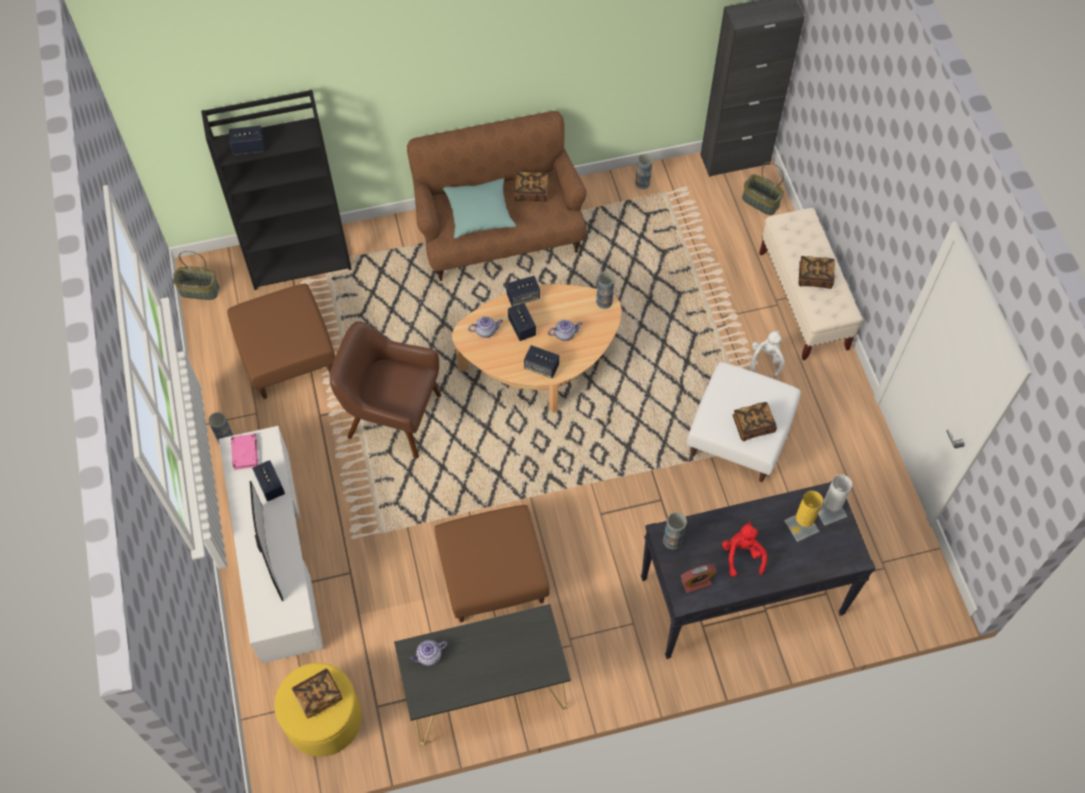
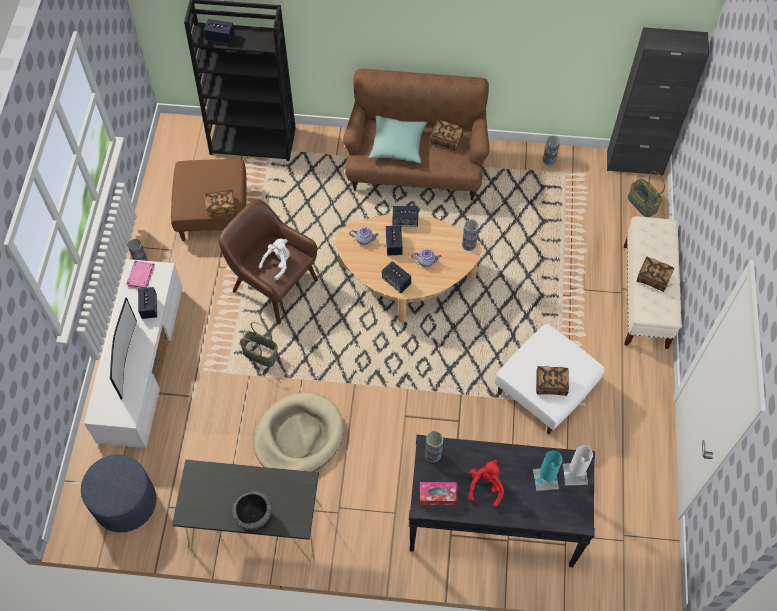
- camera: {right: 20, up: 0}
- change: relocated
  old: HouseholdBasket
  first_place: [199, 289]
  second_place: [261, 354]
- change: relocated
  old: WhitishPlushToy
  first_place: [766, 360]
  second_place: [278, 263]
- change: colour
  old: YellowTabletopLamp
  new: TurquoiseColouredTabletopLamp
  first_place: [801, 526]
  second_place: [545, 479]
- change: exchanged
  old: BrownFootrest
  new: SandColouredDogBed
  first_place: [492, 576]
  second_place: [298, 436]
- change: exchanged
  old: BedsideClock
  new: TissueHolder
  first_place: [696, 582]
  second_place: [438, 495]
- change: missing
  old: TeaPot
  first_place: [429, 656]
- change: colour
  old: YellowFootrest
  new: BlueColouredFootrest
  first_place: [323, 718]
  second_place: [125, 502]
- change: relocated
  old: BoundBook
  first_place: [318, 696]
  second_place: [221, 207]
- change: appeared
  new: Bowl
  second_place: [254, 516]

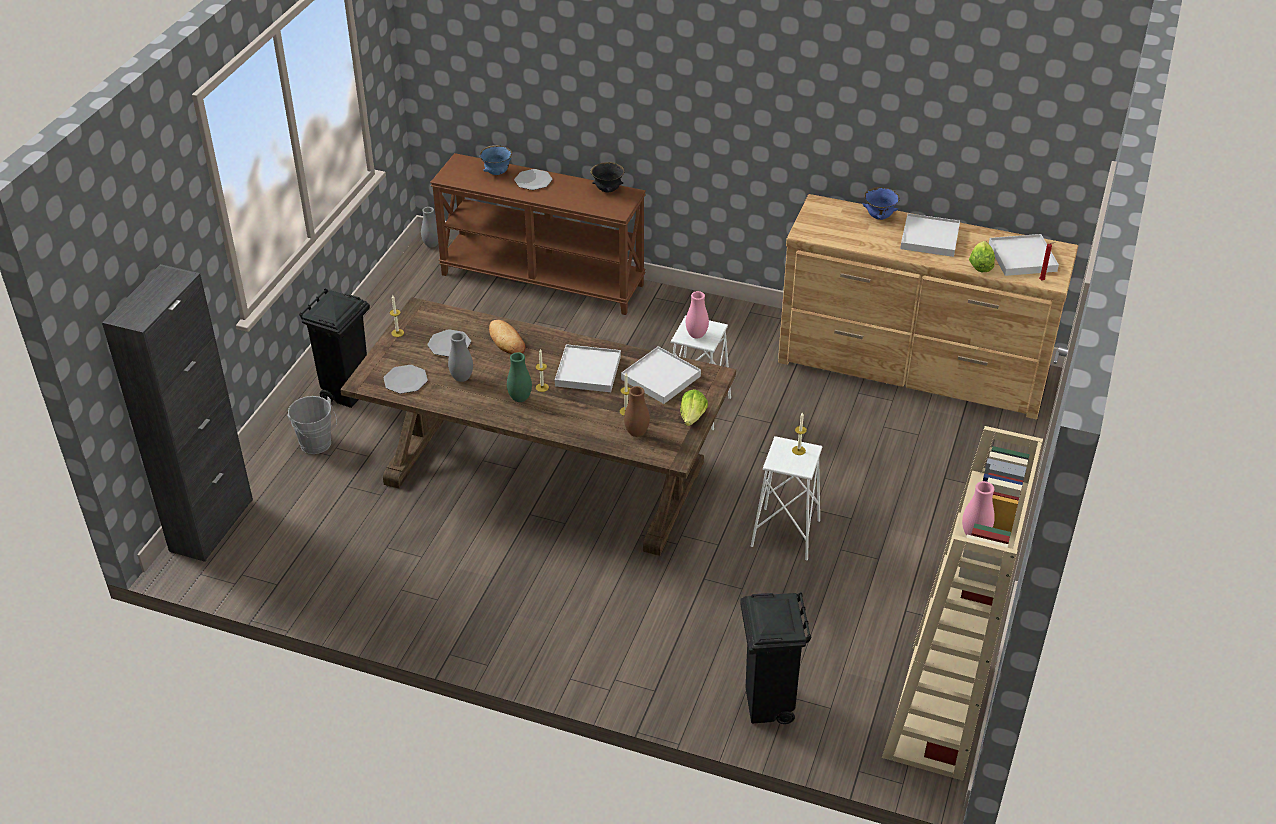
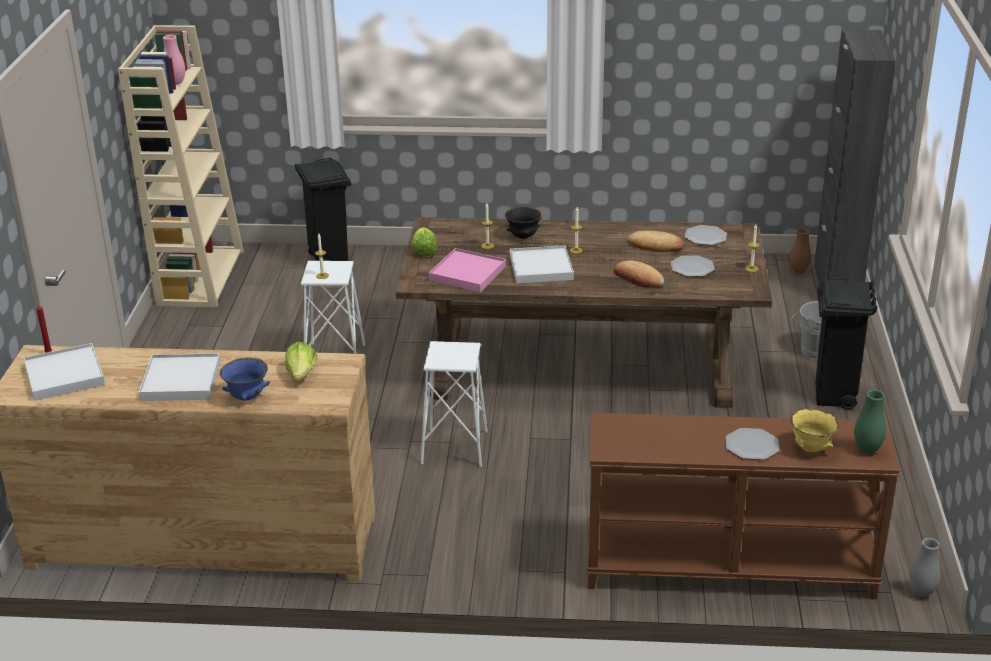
- camera: {right: 165, up: -10}
- change: colour
  old: BlueColouredBowl
  new: YellowBowl
  first_place: [497, 173]
  second_place: [811, 448]
- change: relocated
  old: BlackColouredBowl
  first_place: [608, 190]
  second_place: [523, 237]
- change: relocated
  old: LettuceHead
  first_place: [980, 265]
  second_place: [301, 374]
- change: missing
  old: PinkishFlowerVase
  first_place: [696, 335]
- change: exchanged
  old: GreyFlowerVase
  new: Bread
  first_place: [462, 378]
  second_place: [656, 245]
- change: colour
  old: WhitishCarryingTray
  new: PinkishCarryingTray
  first_place: [660, 378]
  second_place: [467, 273]
- change: relocated
  old: GreenFlowerVase
  first_place: [520, 398]
  second_place: [867, 449]
- change: relocated
  old: BrownFlowerVase
  first_place: [636, 433]
  second_place: [798, 271]

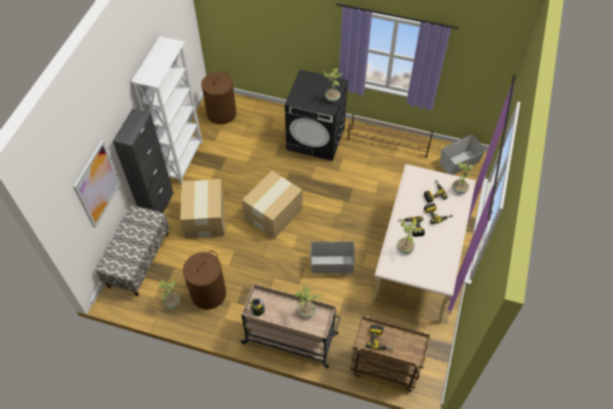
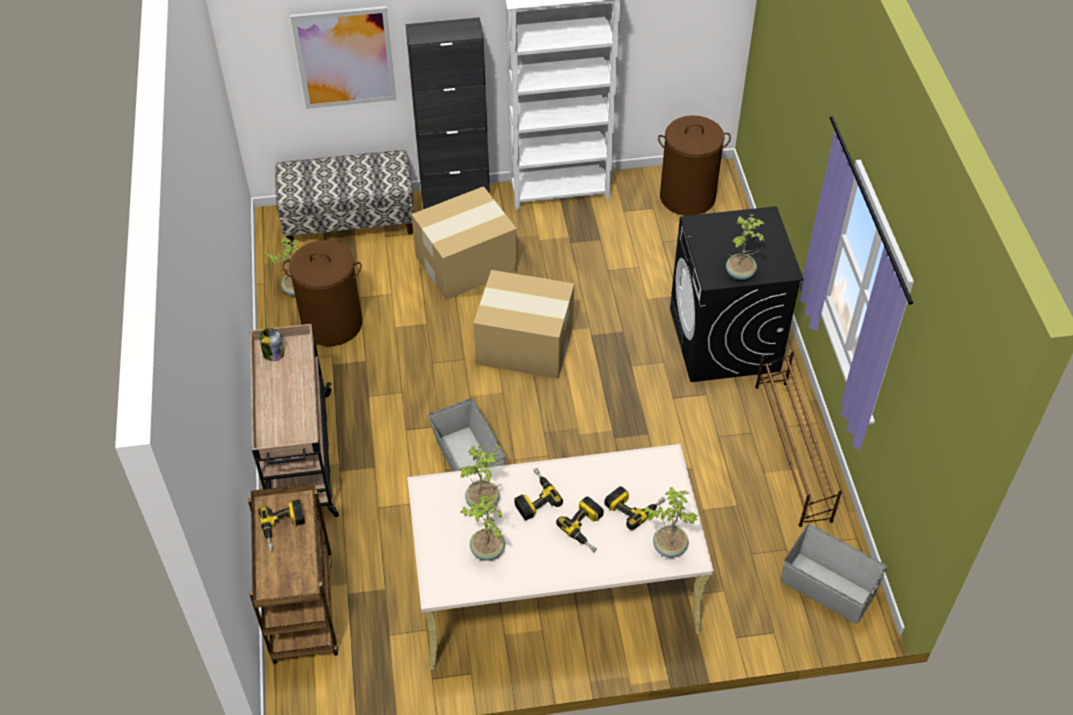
- camera: {right: 65, up: -5}
- change: relocated
  old: PlantInAPot
  first_place: [306, 312]
  second_place: [487, 551]

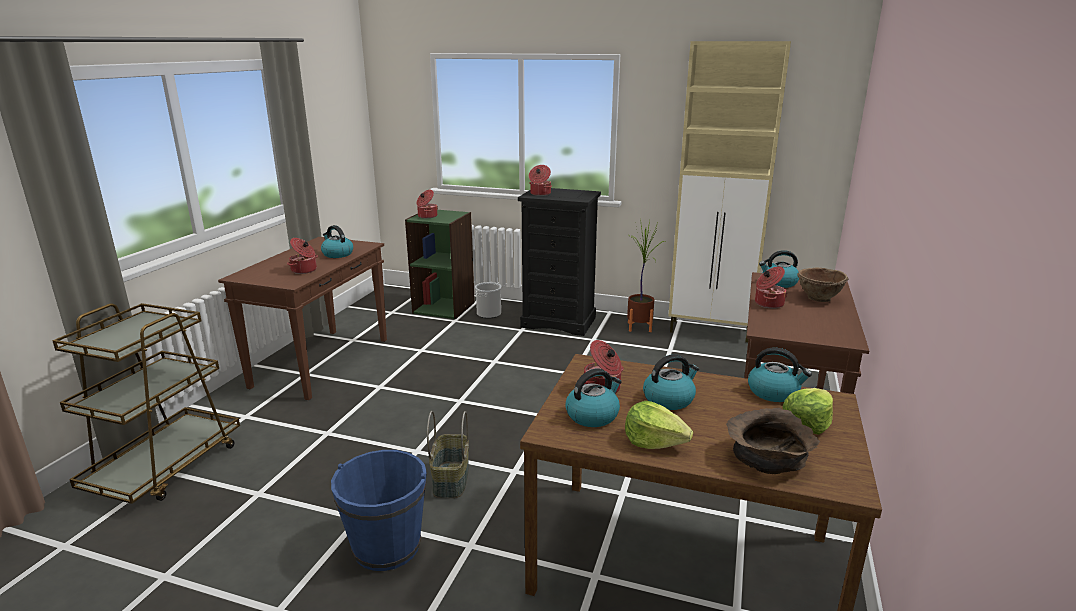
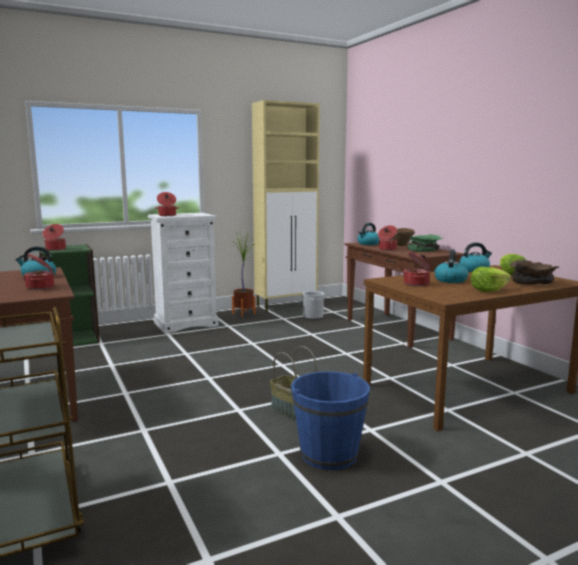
- camera: {right: -45, up: -10}
- change: colour
  old: BlackColouredDresser
  new: WhitishDresser
  first_place: [559, 322]
  second_place: [186, 324]
- change: relocated
  old: Pail
  first_place: [489, 314]
  second_place: [313, 316]
- change: missing
  old: Kettle
  first_place: [593, 415]
- change: appeared
  new: GreenBowl
  second_place: [424, 250]

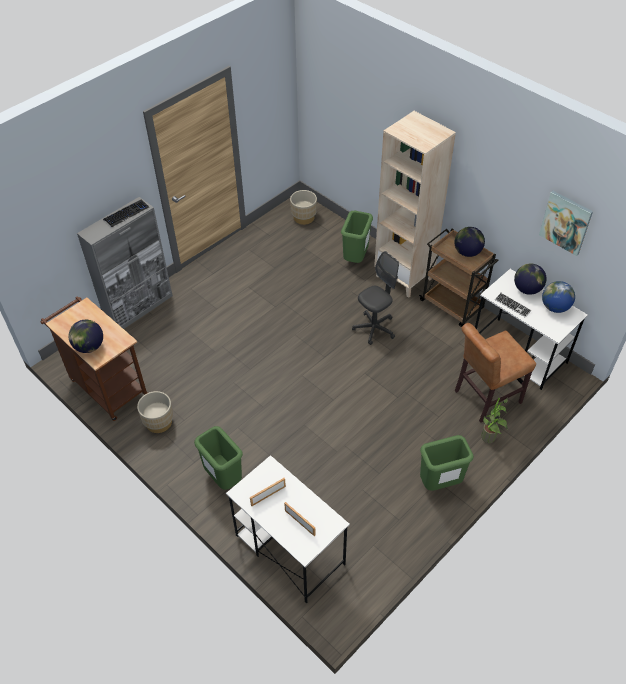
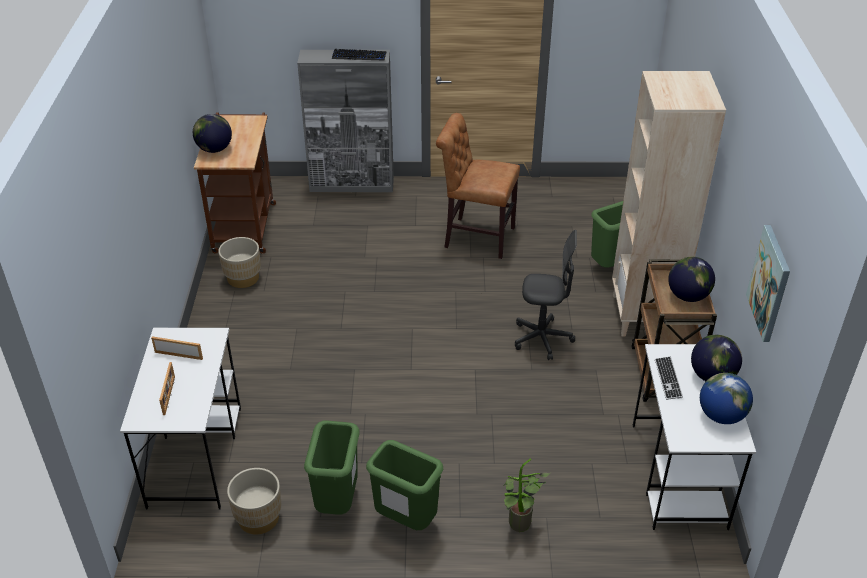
- camera: {right: 45, up: -10}
- change: relocated
  old: SandColouredPlanter
  first_place: [304, 217]
  second_place: [259, 518]
- change: relocated
  old: BrownPlainChair
  first_place: [484, 398]
  second_place: [475, 237]
- change: relocated
  old: GreenRubbishBin
  first_place: [223, 478]
  second_place: [336, 502]

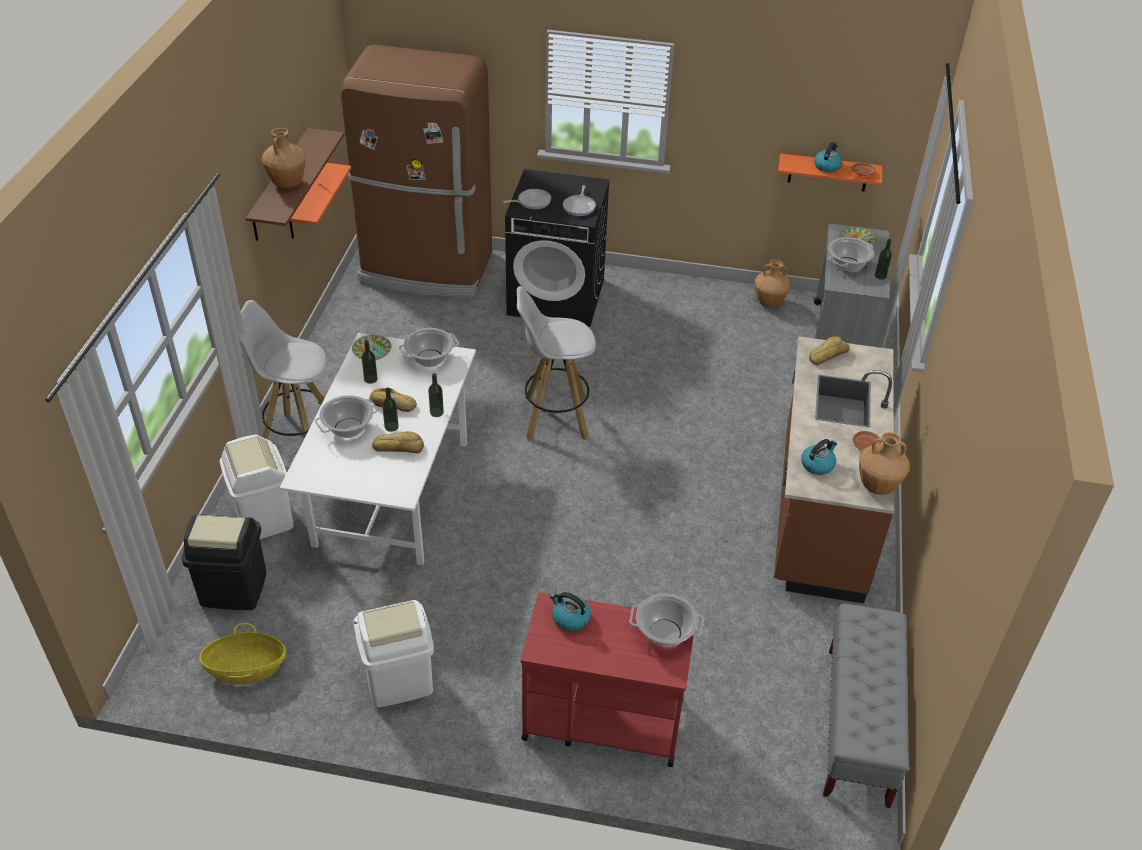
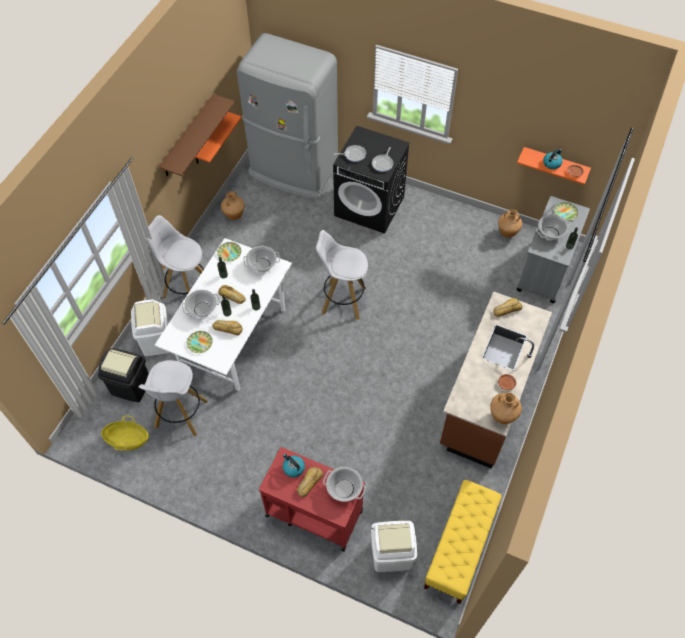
- camera: {right: 15, up: 15}
- change: colour
  old: BrownFridge
  new: GreyFridge
  first_place: [426, 268]
  second_place: [293, 170]
- change: relocated
  old: BrownFlowerVase
  first_place: [287, 184]
  second_place: [234, 215]
- change: missing
  old: Kettle
  first_place: [817, 464]
- change: relocated
  old: WhitishRubbishBin
  first_place: [399, 680]
  second_place: [391, 555]
- change: colour
  old: GreyLongSeat
  new: YellowLongSeat
  first_place: [857, 726]
  second_place: [459, 548]
- change: appeared
  new: FlatDish
  second_place: [199, 343]
- change: appeared
  new: WhitishSittingStool
  second_place: [181, 415]
- change: appeared
  new: Bread
  second_place: [309, 482]

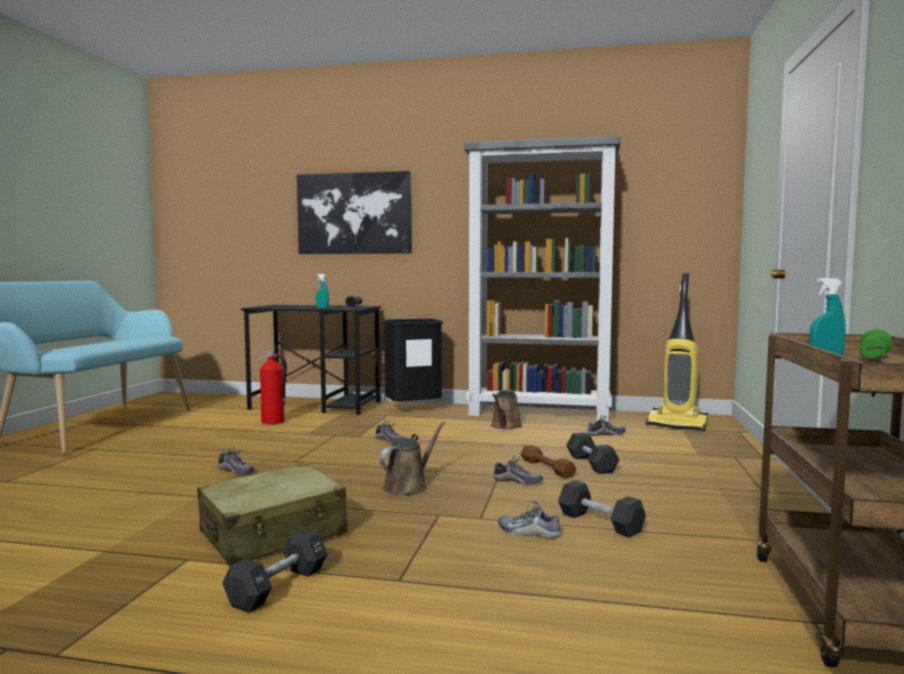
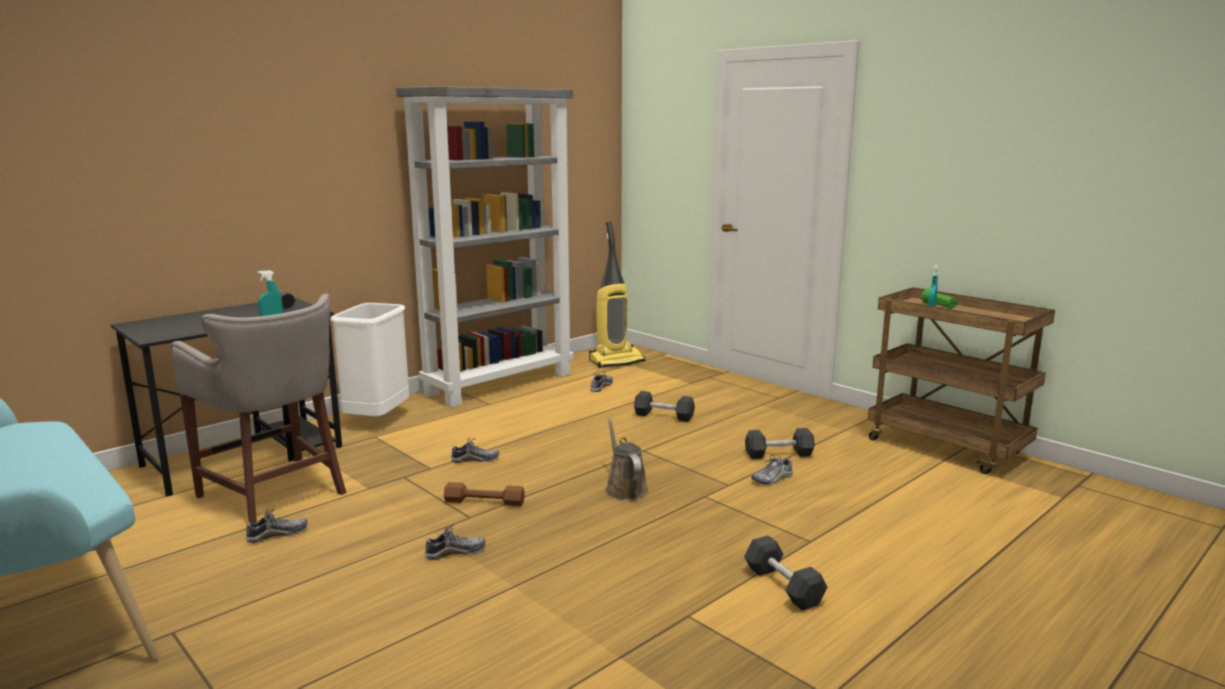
- camera: {right: -55, up: 10}
- change: missing
  old: WallPicture
  first_place: [354, 213]
- change: colour
  old: BlackColouredRubbishBin
  new: WhitishRubbishBin
  first_place: [413, 410]
  second_place: [378, 420]
- change: exchanged
  old: FireExtinguisher
  new: GreySittingStool
  first_place: [273, 422]
  second_place: [276, 495]
- change: missing
  old: BrownSprinklingCan
  first_place: [505, 426]
- change: relocated
  old: BrownFreeWeight
  first_place: [547, 468]
  second_place: [484, 501]
- change: relocated
  old: Shoe
  first_place: [517, 481]
  second_place: [277, 534]
- change: missing
  old: SandColouredPieceOfLuggage
  first_place: [273, 534]

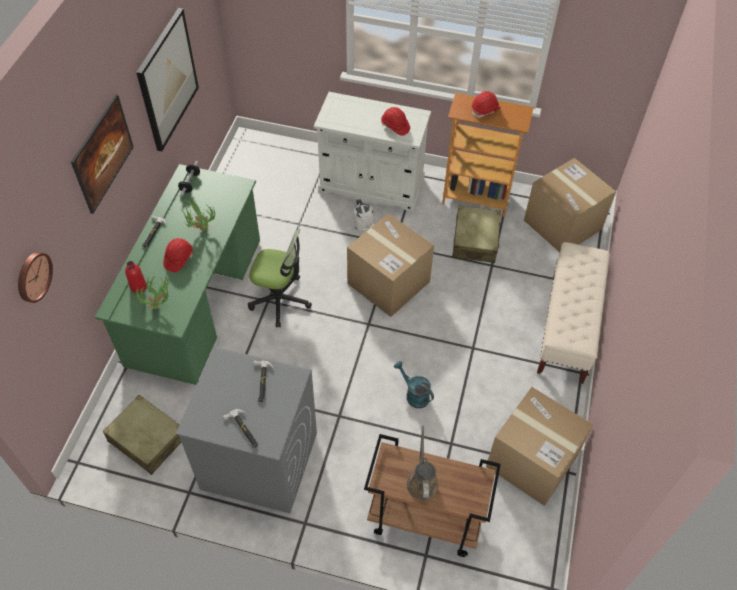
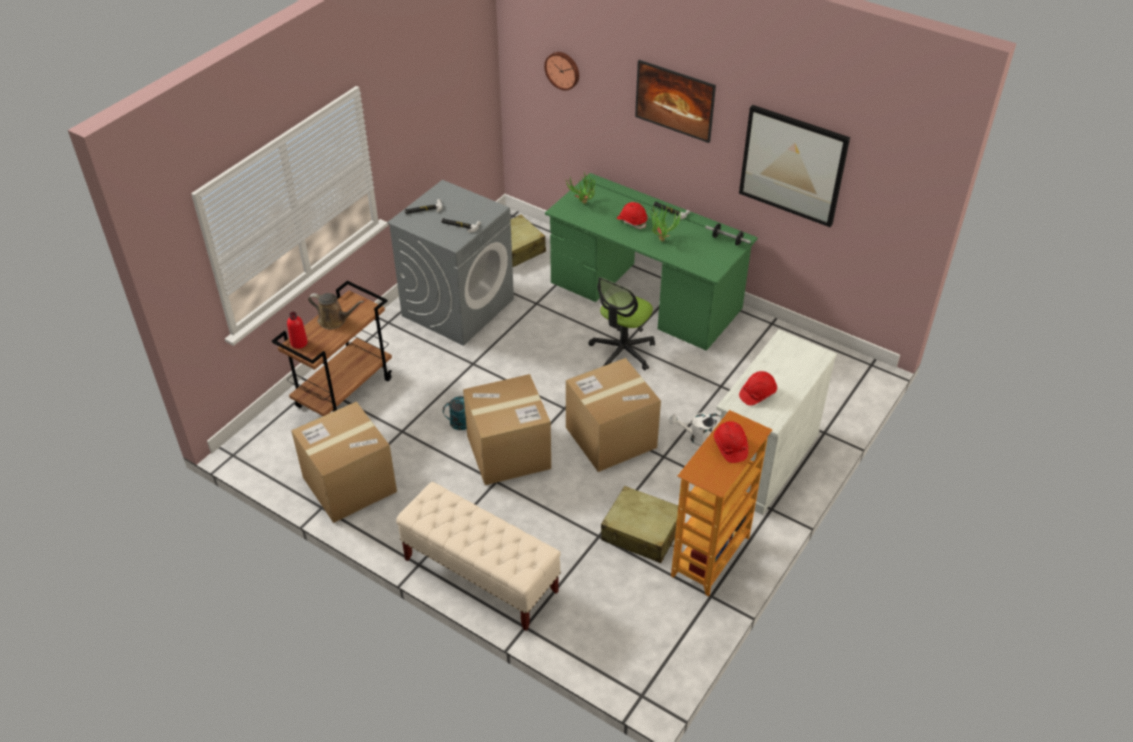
- camera: {right: 110, up: -10}
- change: relocated
  old: PackingBox
  first_place: [562, 224]
  second_place: [508, 452]
- change: relocated
  old: RedBottle
  first_place: [138, 287]
  second_place: [299, 343]

